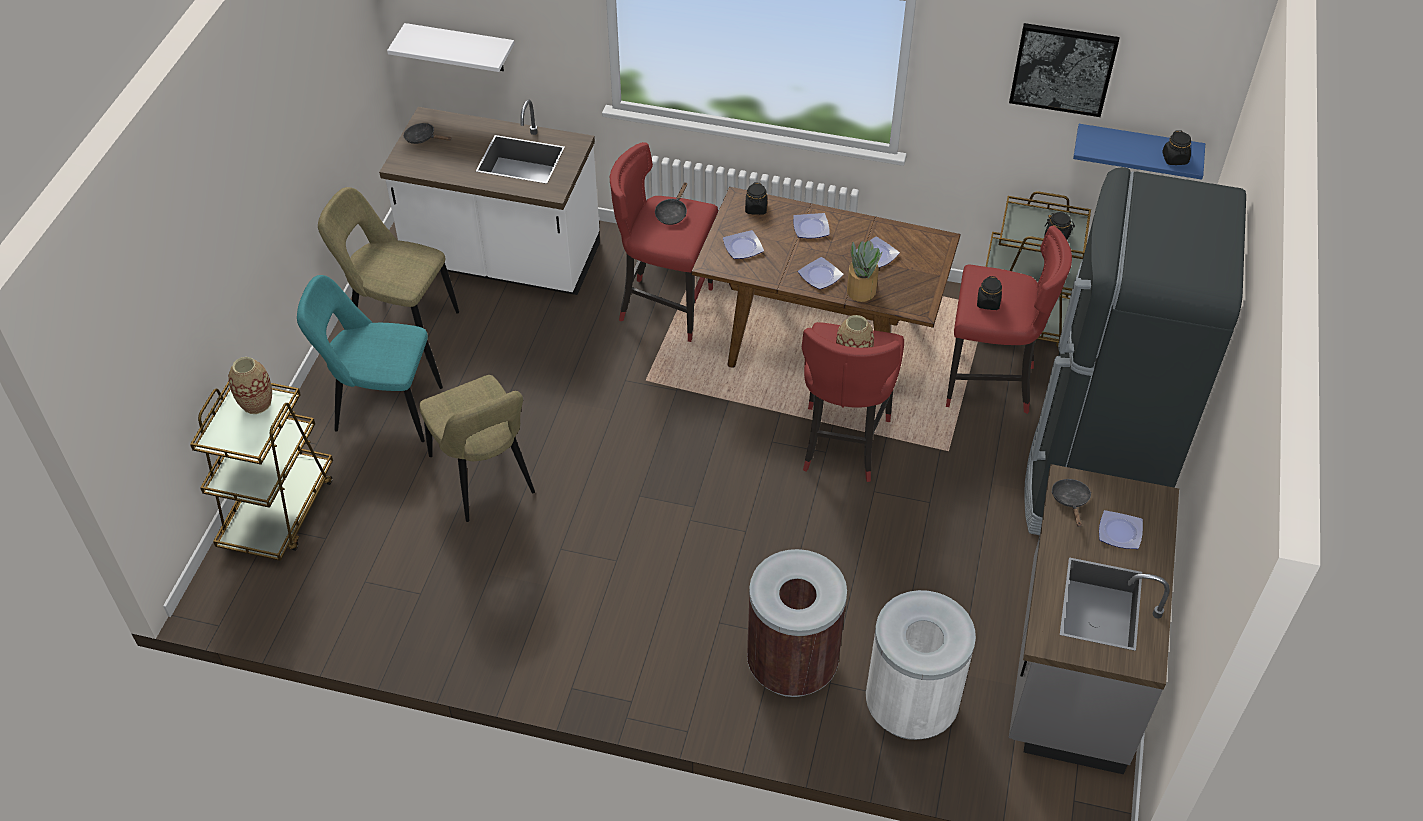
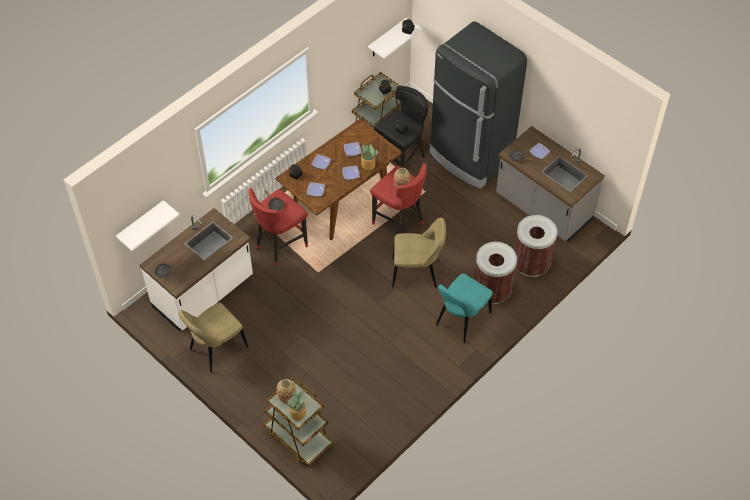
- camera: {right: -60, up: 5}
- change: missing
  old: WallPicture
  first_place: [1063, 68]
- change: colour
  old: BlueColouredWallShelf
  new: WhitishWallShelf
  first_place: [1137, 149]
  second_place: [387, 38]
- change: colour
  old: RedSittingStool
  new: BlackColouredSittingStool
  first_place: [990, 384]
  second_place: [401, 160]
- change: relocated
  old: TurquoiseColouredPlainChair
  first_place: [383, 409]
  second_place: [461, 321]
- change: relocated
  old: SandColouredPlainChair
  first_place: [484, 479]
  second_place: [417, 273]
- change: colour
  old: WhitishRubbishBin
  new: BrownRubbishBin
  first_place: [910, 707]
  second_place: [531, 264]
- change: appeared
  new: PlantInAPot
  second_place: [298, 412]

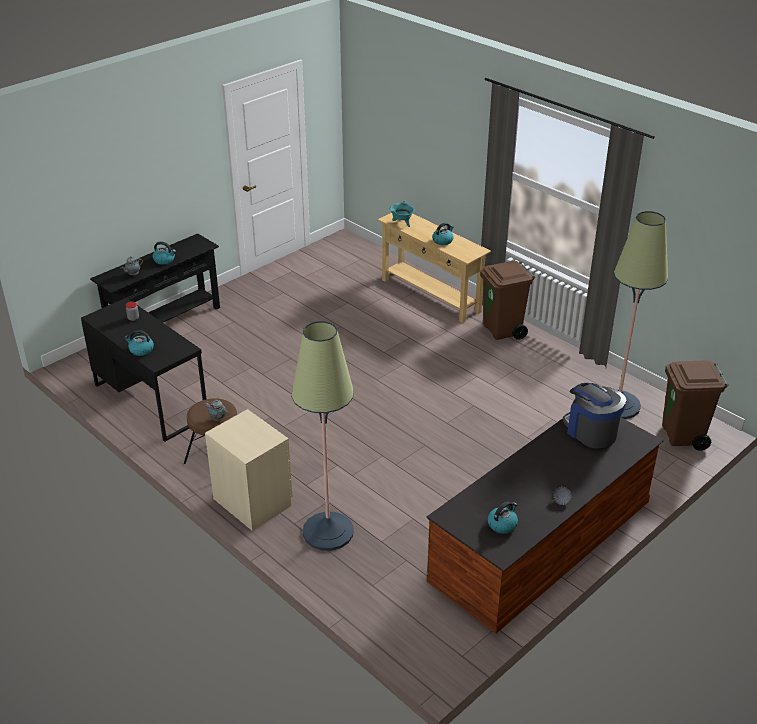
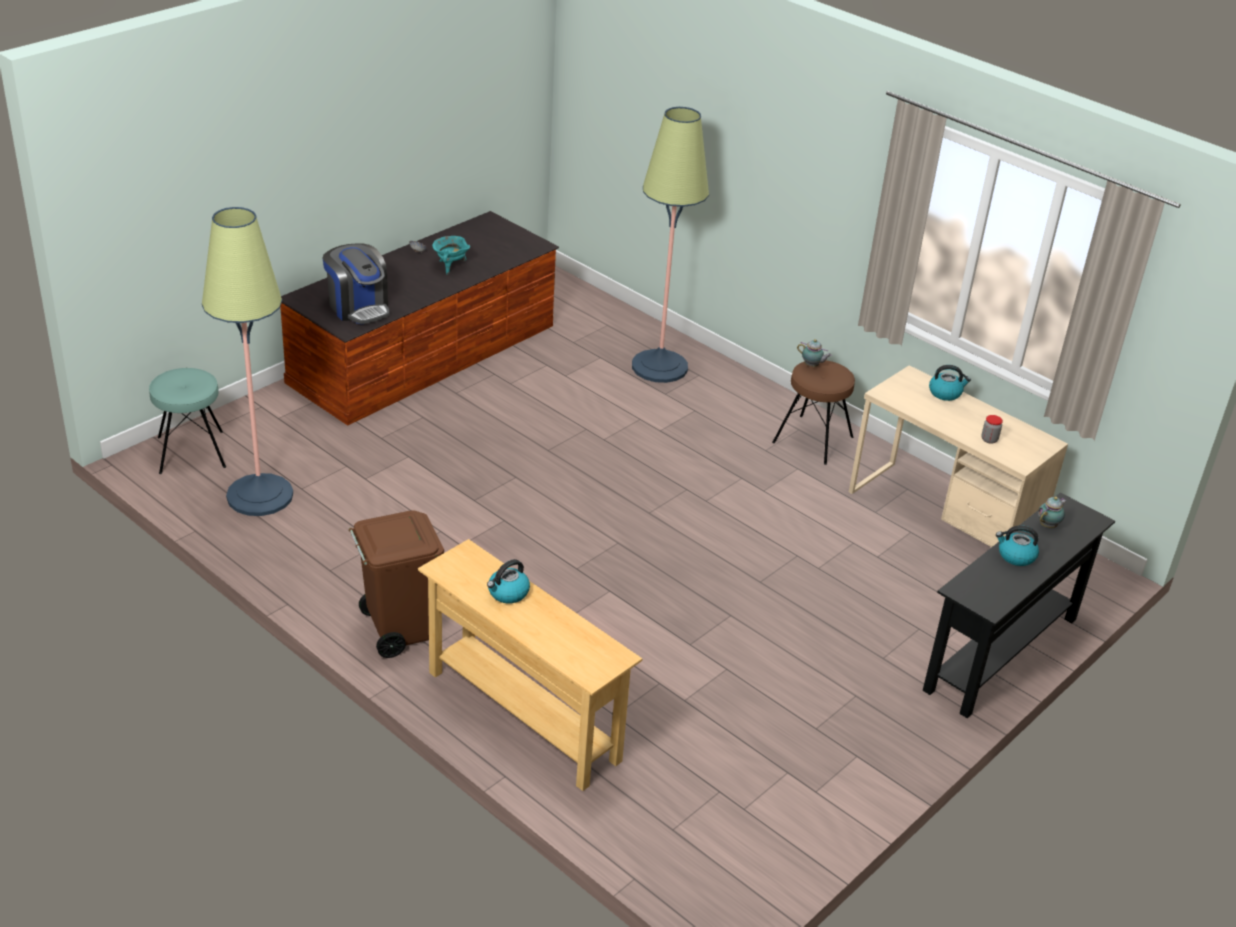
- camera: {right: 175, up: 0}
- change: relocated
  old: TurquoiseColouredCookingPot
  first_place: [402, 223]
  second_place: [450, 267]
- change: colour
  old: BlackColouredDeskUnit
  new: SandColouredDeskUnit
  first_place: [151, 401]
  second_place: [942, 517]
- change: exchanged
  old: BrownRubbishBin
  new: TurquoiseColouredSittingStool
  first_place: [683, 436]
  second_place: [191, 452]
- change: missing
  old: SandColouredNightTable
  first_place: [253, 501]
- change: missing
  old: Kettle
  first_place: [502, 524]

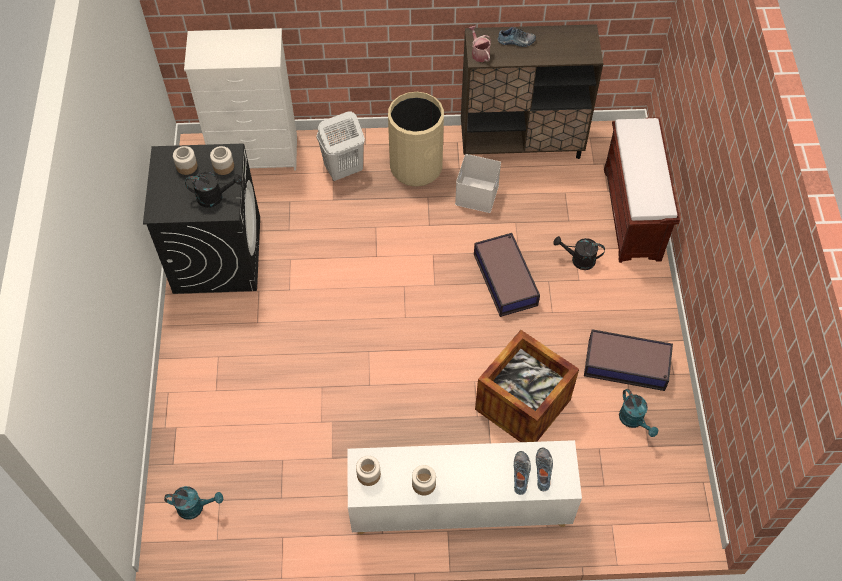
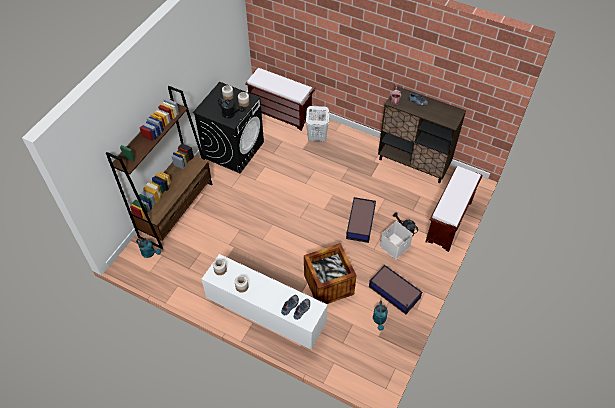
- camera: {right: 30, up: -5}
- change: exchanged
  old: WhitishDresser
  new: BrownLongSeat
  first_place: [256, 154]
  second_place: [281, 113]
- change: missing
  old: SandColouredRubbishBin
  first_place: [416, 166]
- change: relocated
  old: WhitishStorageBox
  first_place: [477, 195]
  second_place: [394, 246]
- change: appeared
  new: BrownBookcase
  second_place: [176, 210]

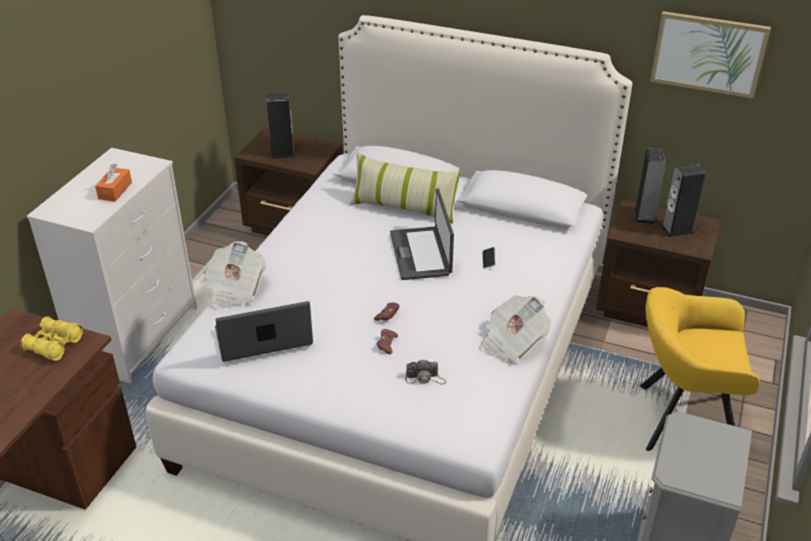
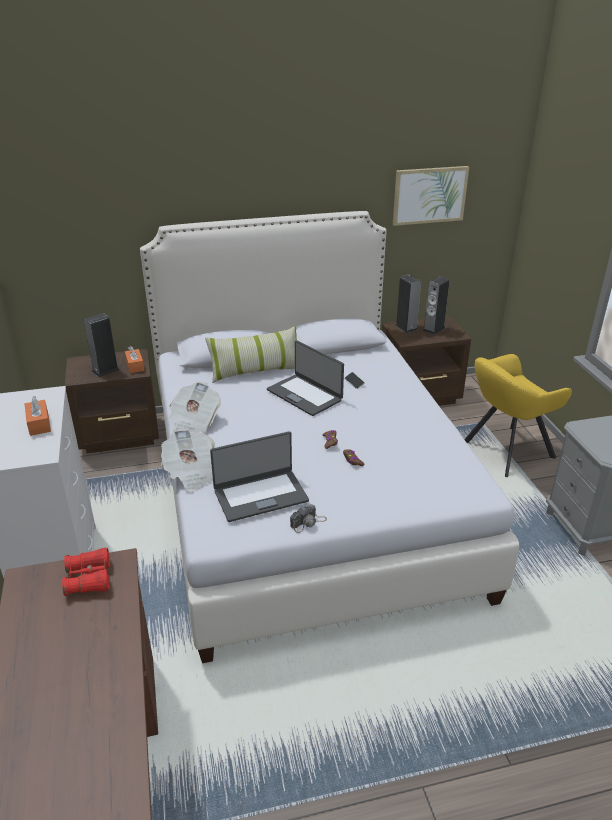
- camera: {right: -35, up: -5}
- change: relocated
  old: Newspaper
  first_place: [512, 342]
  second_place: [194, 422]
- change: spun
  old: NotebookComputer
  first_place: [264, 338]
  second_place: [260, 495]
  degrees: -150
- change: colour
  old: YellowPairOfBinoculars
  new: RedPairOfBinoculars
  first_place: [54, 345]
  second_place: [89, 579]
- change: relocated
  old: PhotoCamera
  first_place: [425, 378]
  second_place: [308, 522]
- change: appeared
  new: OrangeColouredTissueHolder
  second_place: [135, 366]

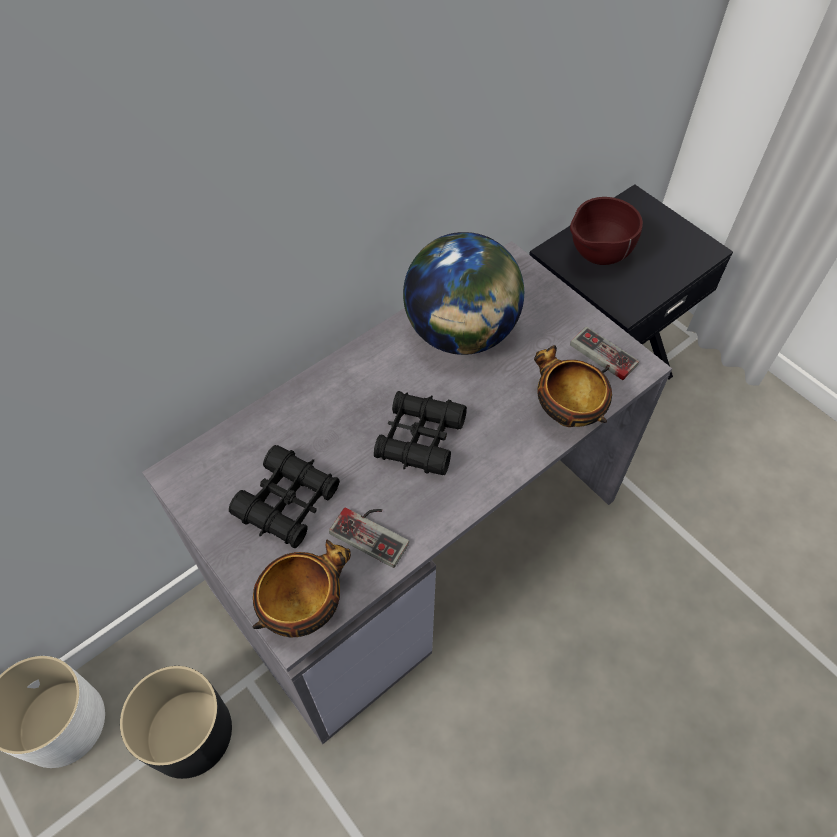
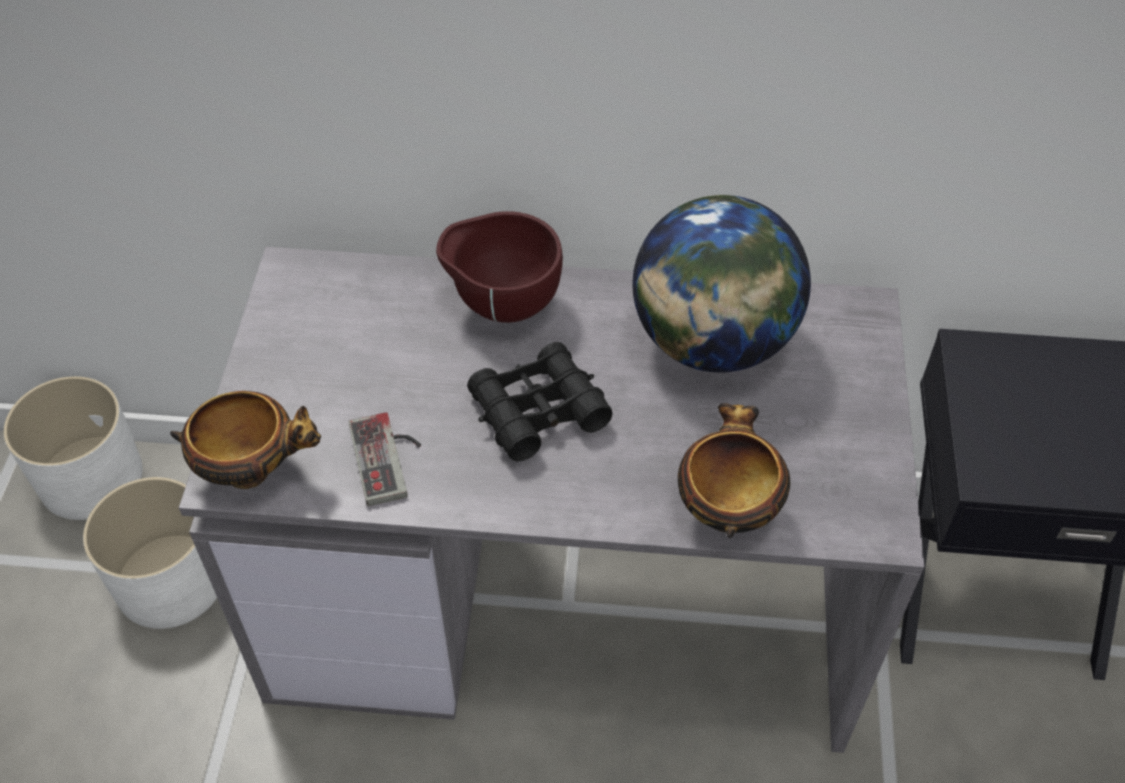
- camera: {right: 45, up: -5}
- change: relocated
  old: BrownBowl
  first_place: [596, 258]
  second_place: [502, 305]
- change: missing
  old: Joypad
  first_place: [598, 359]
- change: missing
  old: BlackColouredPairOfBinoculars
  first_place: [288, 502]
- change: colour
  old: BlackColouredPlanter
  new: WhitishPlanter
  first_place: [188, 732]
  second_place: [170, 580]

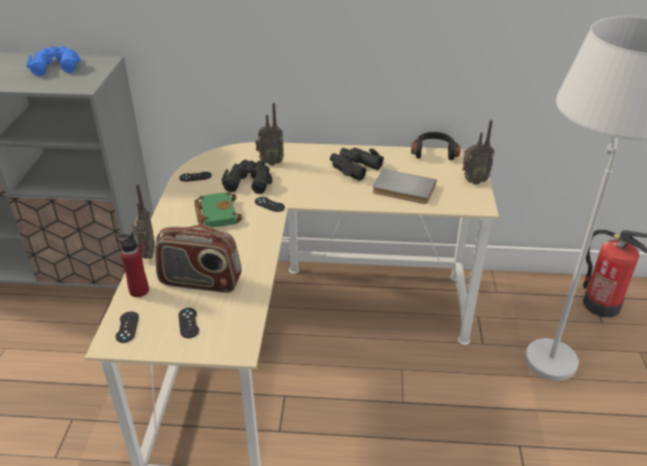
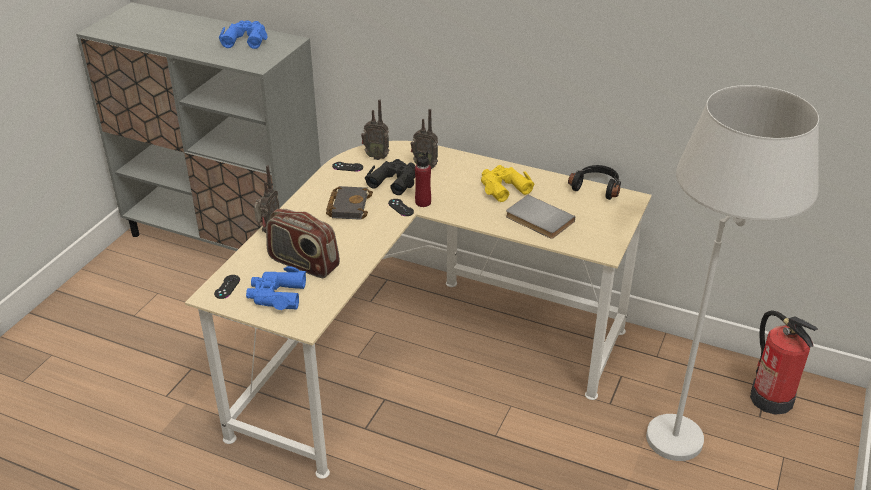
- camera: {right: 20, up: 0}
- change: relocated
  old: RadioSet
  first_place: [473, 181]
  second_place: [376, 156]
- change: colour
  old: BlackColouredPairOfBinoculars
  new: YellowPairOfBinoculars
  first_place: [353, 167]
  second_place: [503, 187]
- change: colour
  old: GreenBoundBook
  new: BlackColouredBoundBook
  first_place: [216, 213]
  second_place: [348, 206]
- change: relocated
  old: RedBottle
  first_place: [139, 291]
  second_place: [423, 202]
- change: exchanged
  old: BlackColouredJoypad
  new: BlueColouredPairOfBinoculars
  first_place: [188, 323]
  second_place: [276, 295]

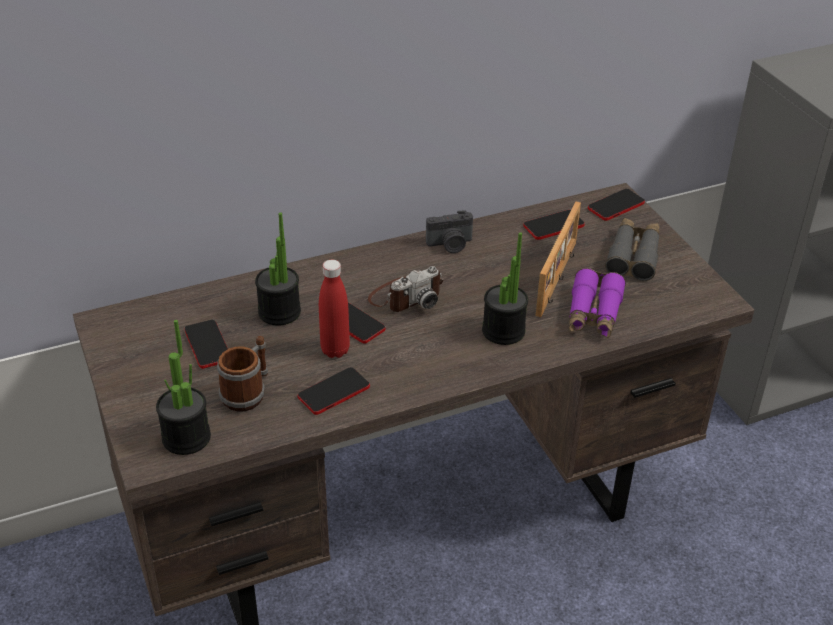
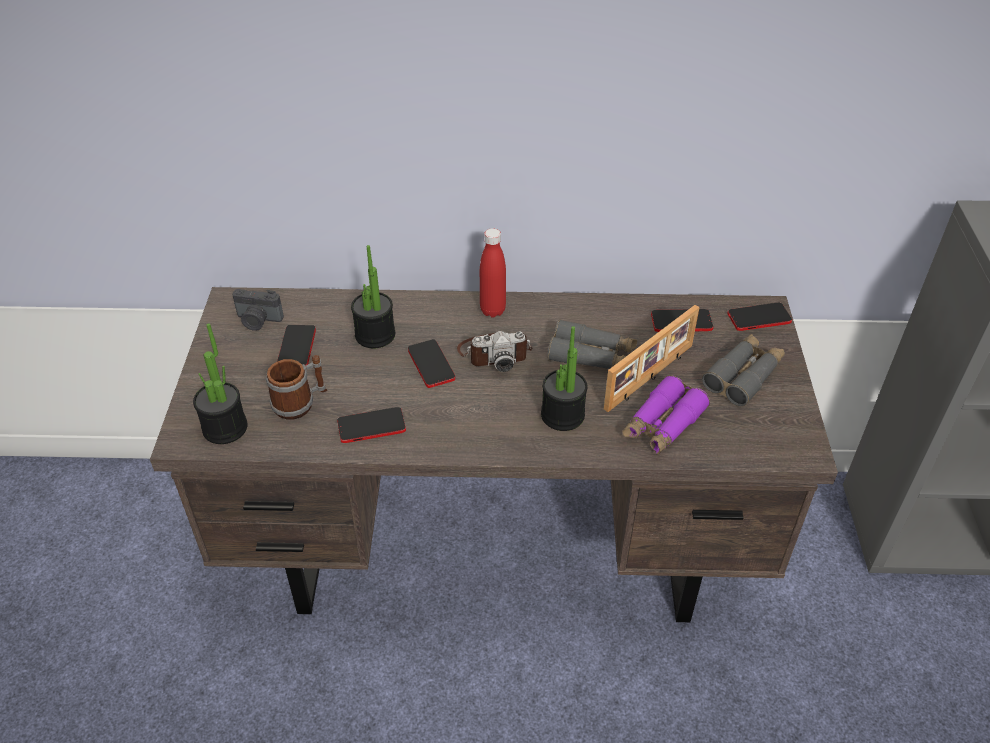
- camera: {right: 25, up: 5}
- change: relocated
  old: PhotoCamera
  first_place: [450, 245]
  second_place: [258, 321]
- change: relocated
  old: RedBottle
  first_place: [335, 350]
  second_place: [492, 310]
- change: appeared
  new: GreyPairOfBinoculars
  second_place: [592, 356]

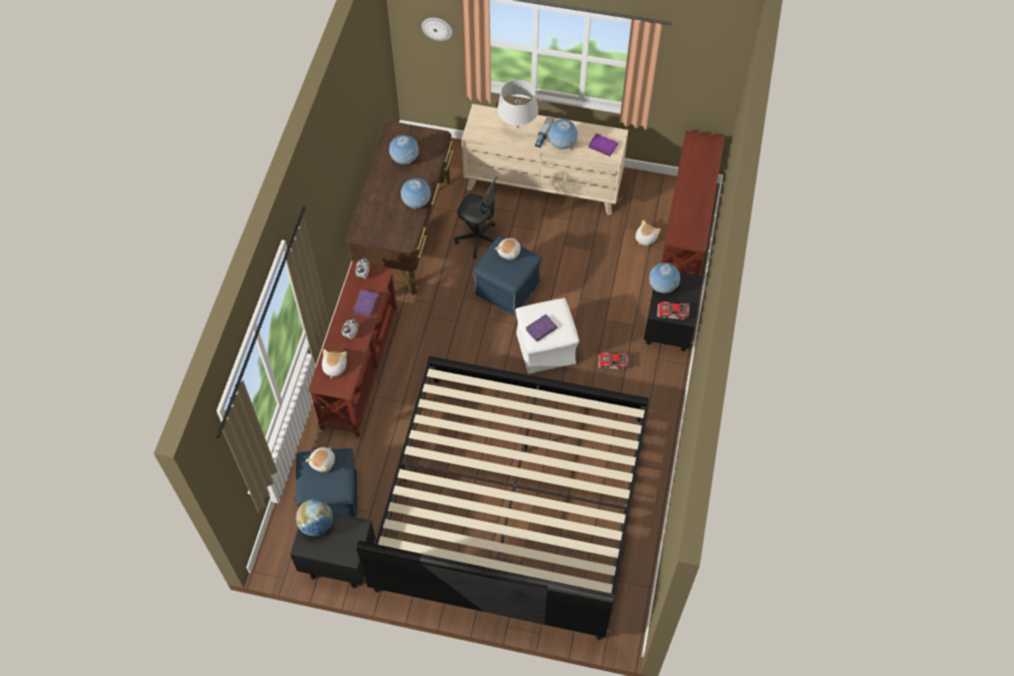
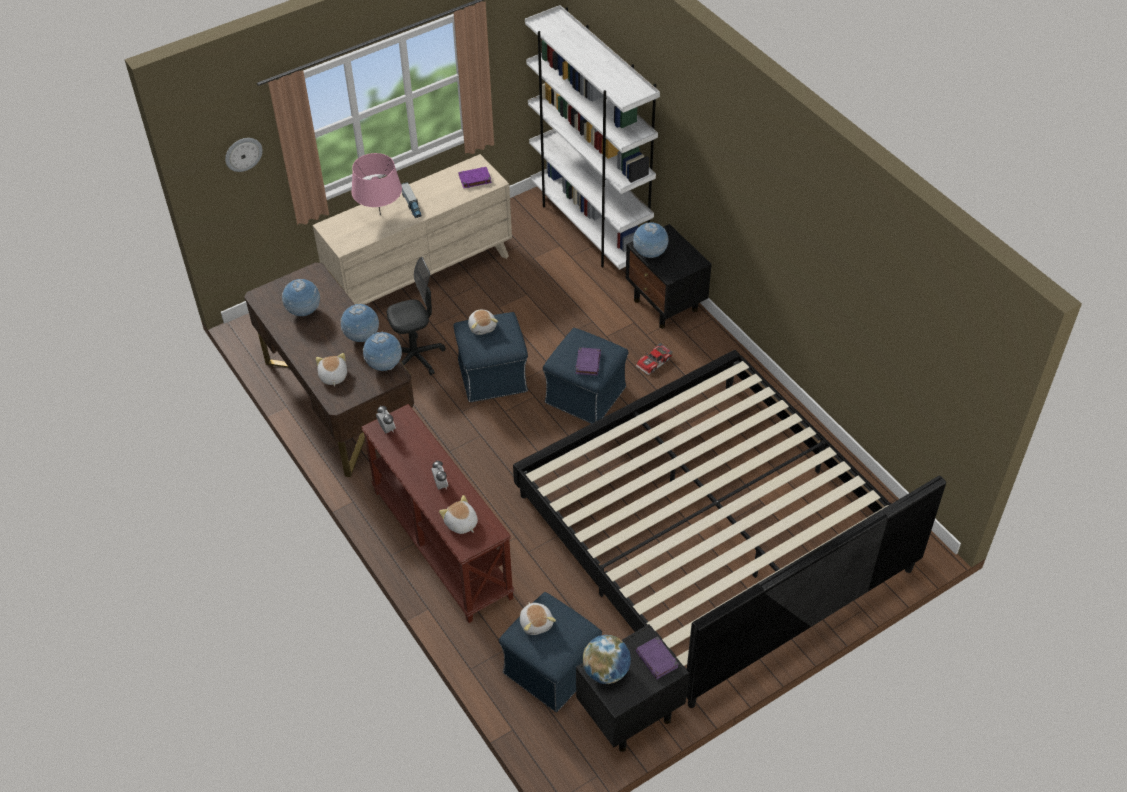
- camera: {right: -45, up: -10}
- change: colour
  old: GreyTabletopLamp
  new: PinkishTabletopLamp
  first_place: [517, 127]
  second_place: [380, 215]
- change: relocated
  old: WorldGlobe
  first_place: [562, 144]
  second_place: [384, 366]
- change: exchanged
  old: BrownConsoleTable
  new: WhitishBookcase
  first_place: [686, 236]
  second_place: [590, 228]
- change: relocated
  old: PlushToy
  first_place: [645, 238]
  second_place: [333, 376]
- change: relocated
  old: PurpleColouredBoundBook
  first_place: [366, 305]
  second_place: [657, 660]
- change: colour
  old: WhitishFootrest
  new: BlueColouredFootrest
  first_place: [546, 349]
  second_place: [586, 395]
- change: missing
  old: ModelCar
  first_place: [672, 313]

